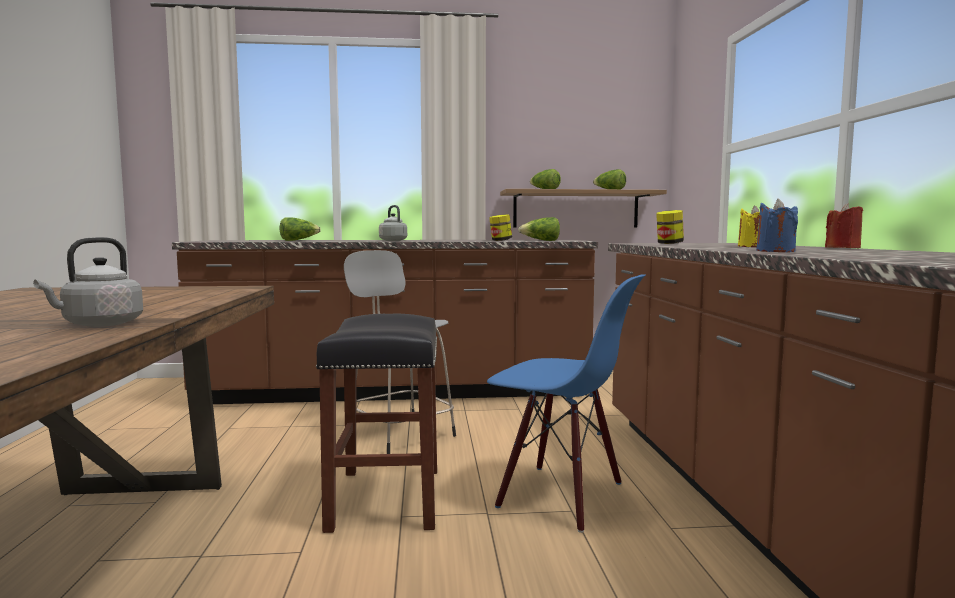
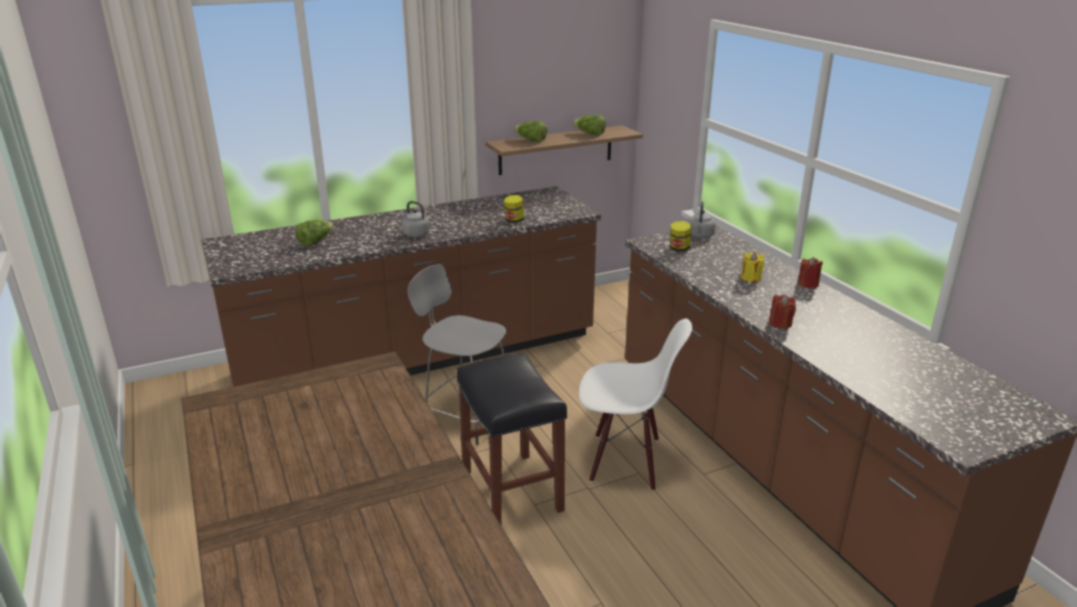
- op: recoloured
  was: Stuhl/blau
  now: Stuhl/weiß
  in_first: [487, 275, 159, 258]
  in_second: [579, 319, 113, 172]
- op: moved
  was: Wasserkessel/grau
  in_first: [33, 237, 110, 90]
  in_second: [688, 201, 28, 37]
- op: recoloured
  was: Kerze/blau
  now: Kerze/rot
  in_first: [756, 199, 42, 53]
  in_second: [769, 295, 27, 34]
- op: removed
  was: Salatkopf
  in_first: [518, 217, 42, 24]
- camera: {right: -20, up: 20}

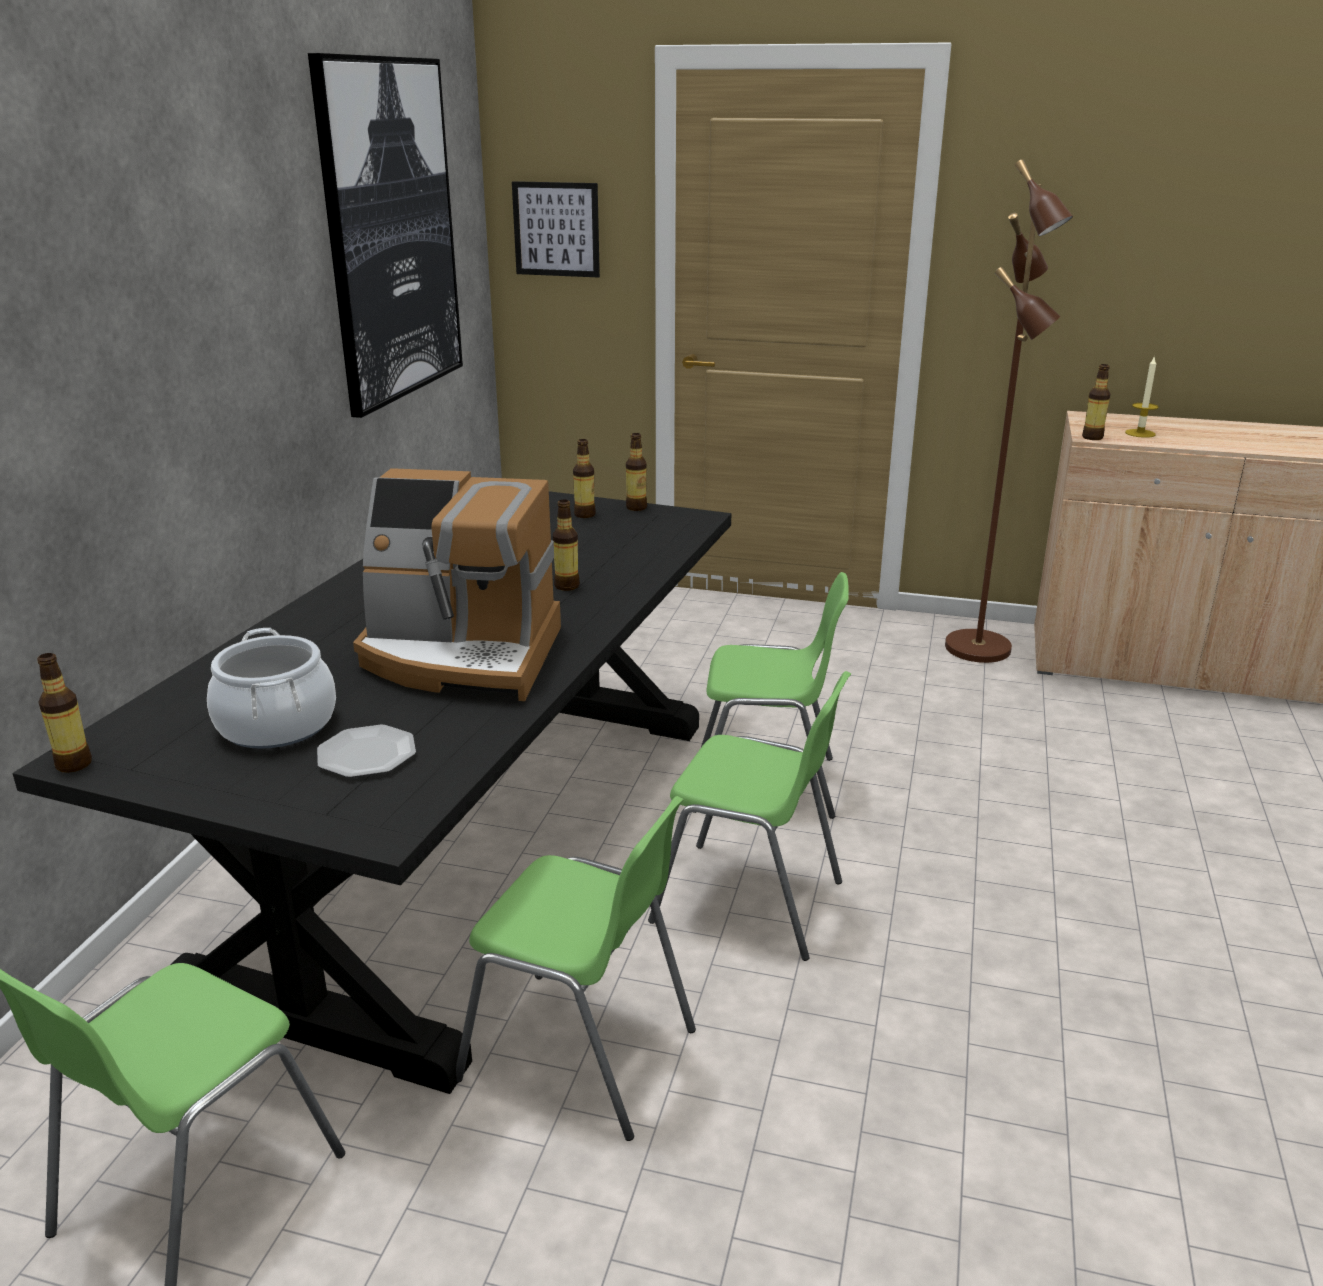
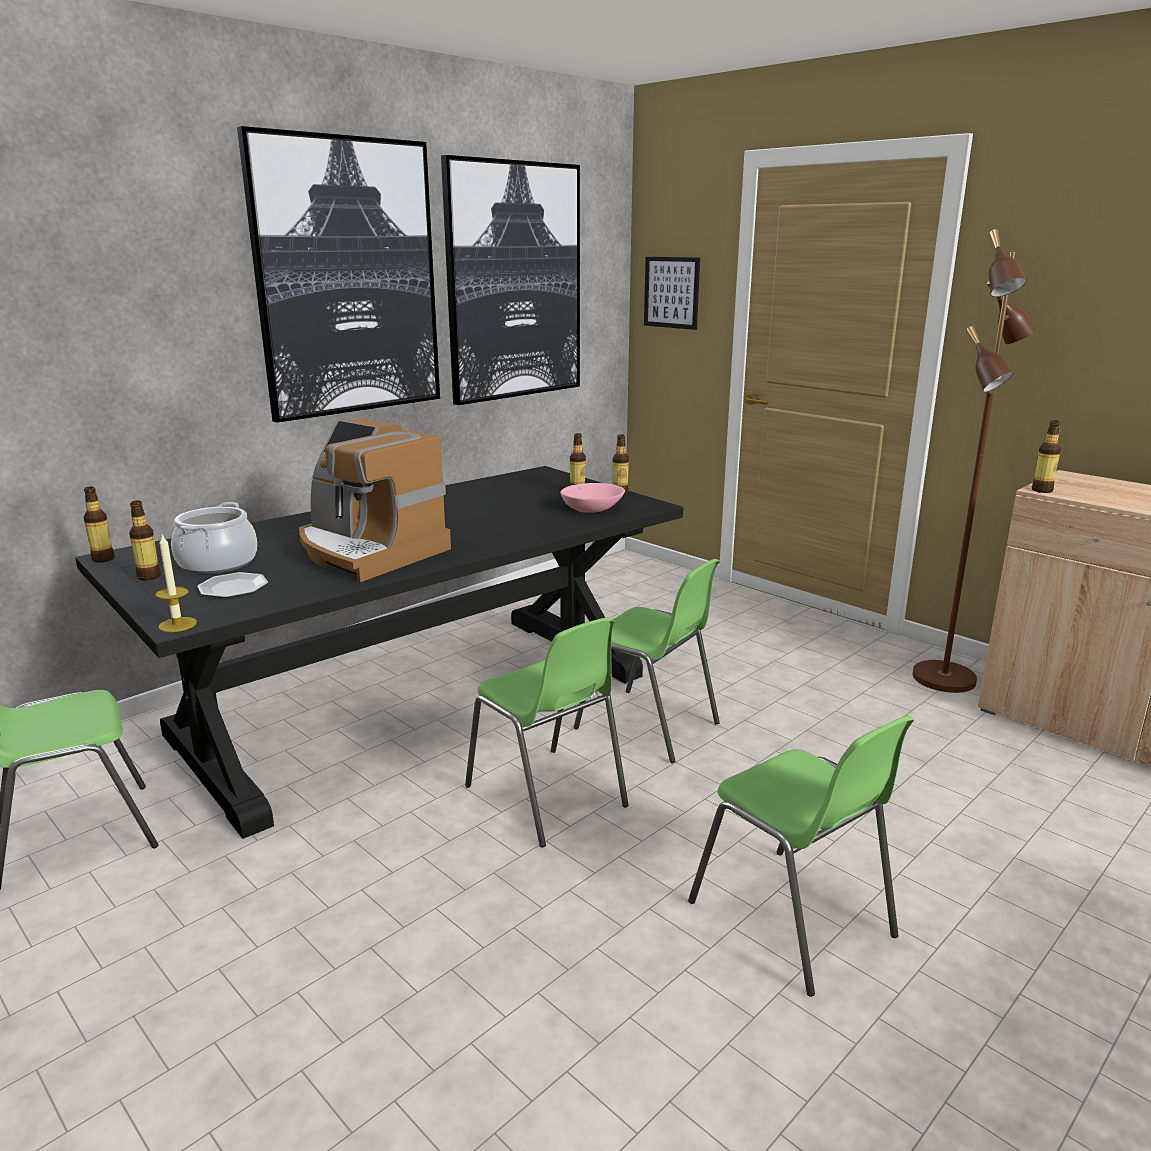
- op: moved
  was: Flasche
  in_first: [553, 499, 27, 92]
  in_second: [129, 501, 32, 79]
- op: moved
  was: Kerze
  in_first: [1125, 356, 33, 82]
  in_second: [156, 534, 41, 98]
- op: added
  now: Bild
  in_second: [237, 126, 203, 297]
- op: added
  now: Schüssel/rosa
  in_second: [560, 483, 65, 30]
- op: moved
  was: Stuhl/grün
  in_first: [456, 796, 240, 345]
  in_second: [688, 715, 226, 282]
- camera: {right: 30, up: -5}

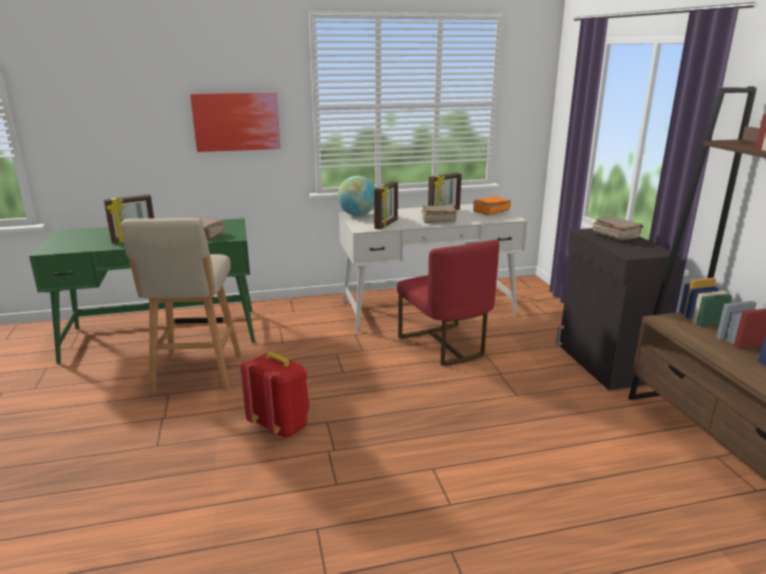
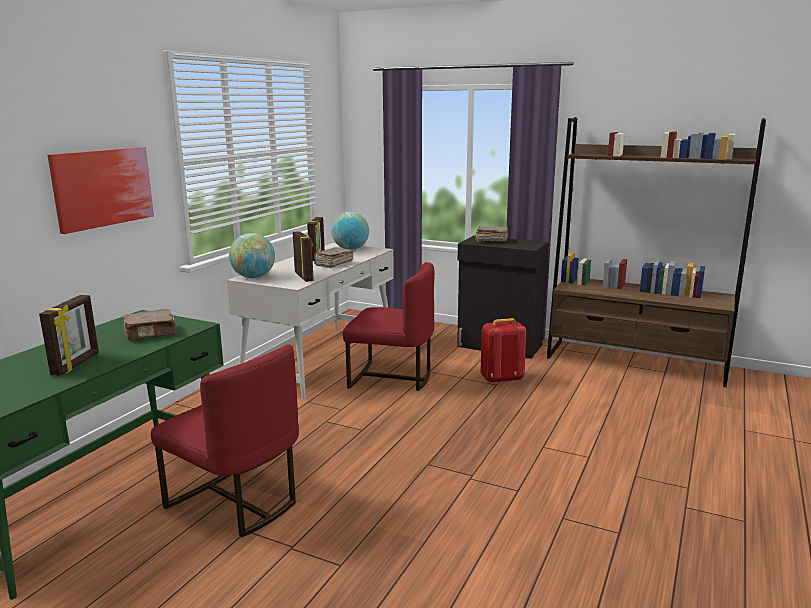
- op: replaced
  was: Hocker/beige
  now: Stuhl/rot
  in_first: [121, 218, 121, 174]
  in_second: [151, 344, 148, 193]
- op: replaced
  was: Buch/orange
  now: Globus
  in_first: [473, 196, 38, 20]
  in_second: [331, 212, 38, 38]
- op: moved
  was: Rucksack/rot
  in_first: [241, 352, 69, 86]
  in_second: [480, 318, 47, 66]
- camera: {right: -50, up: -5}

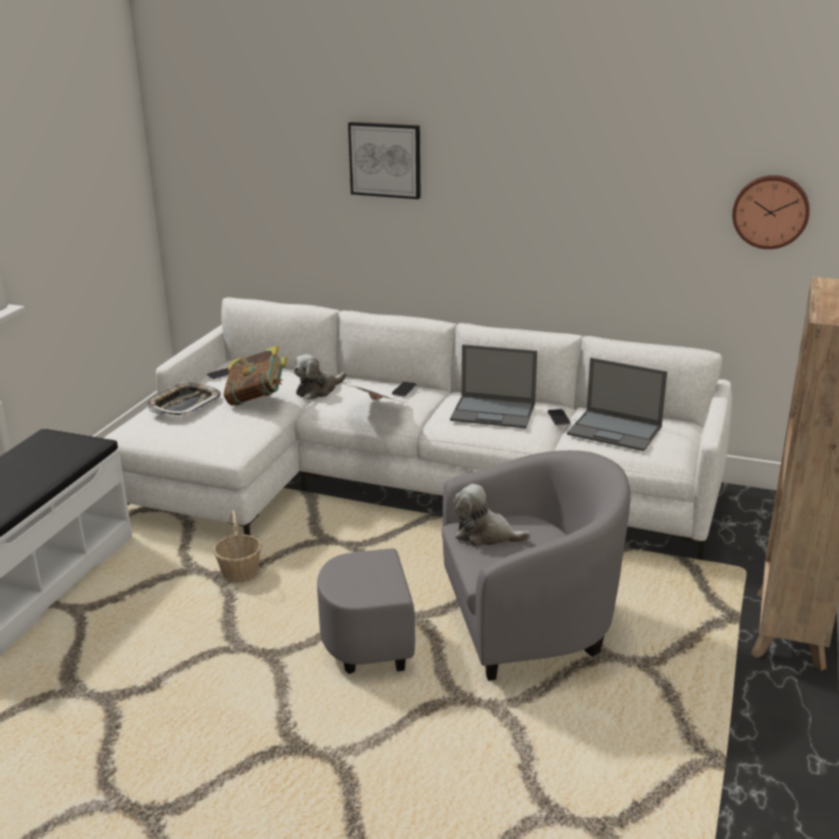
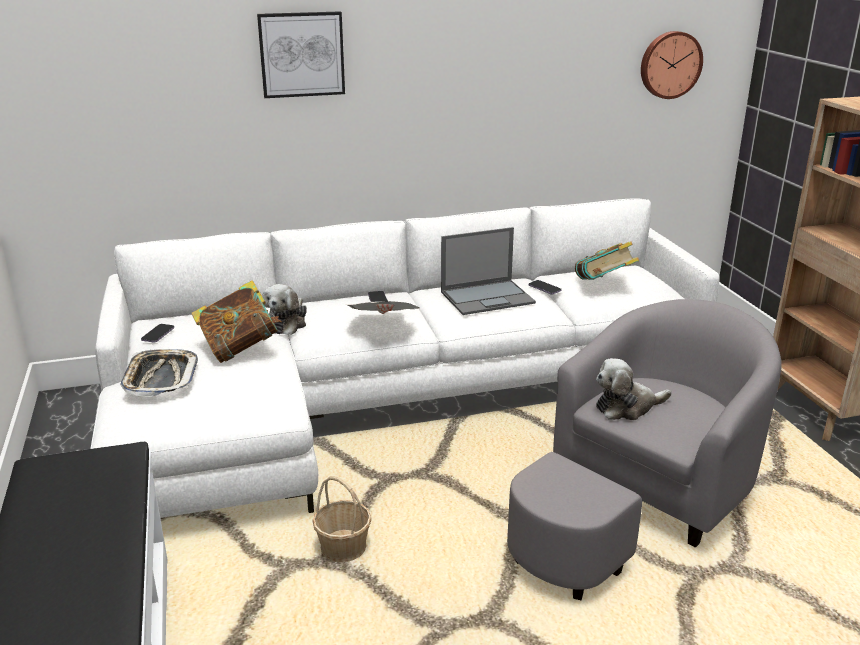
- op: replaced
  was: Laptop
  now: Buch
  in_first: [567, 358, 100, 93]
  in_second: [575, 242, 64, 38]
- camera: {right: -35, up: 0}

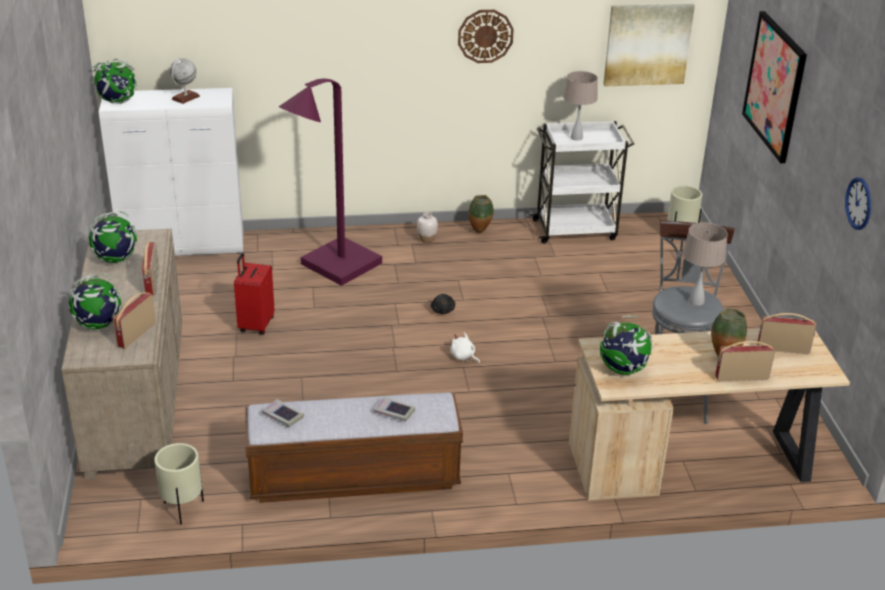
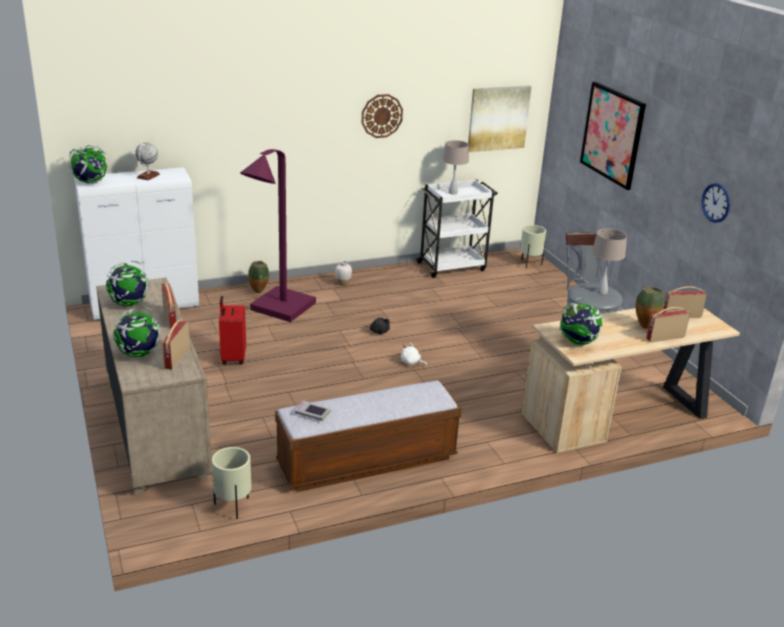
- op: moved
  was: Vase
  in_first: [469, 195, 25, 38]
  in_second: [248, 261, 21, 32]
- op: removed
  was: Buch
  in_first: [374, 396, 41, 26]
- camera: {right: -15, up: -5}

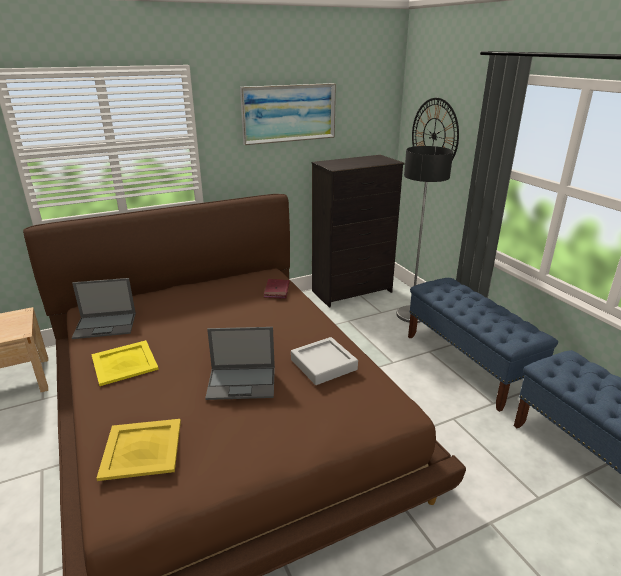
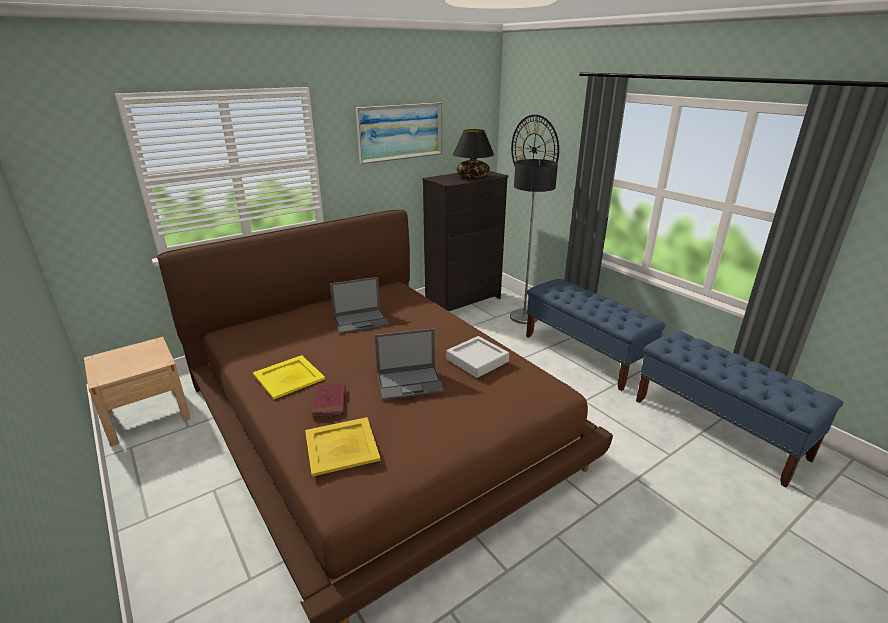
- op: moved
  was: Buch/rot
  in_first: [264, 279, 26, 20]
  in_second: [311, 384, 35, 33]
- op: moved
  was: Laptop
  in_first: [72, 278, 64, 61]
  in_second: [330, 277, 59, 57]
- op: added
  now: Tischlampe/schwarz
  in_second: [453, 129, 41, 50]
- camera: {right: -10, up: 0}

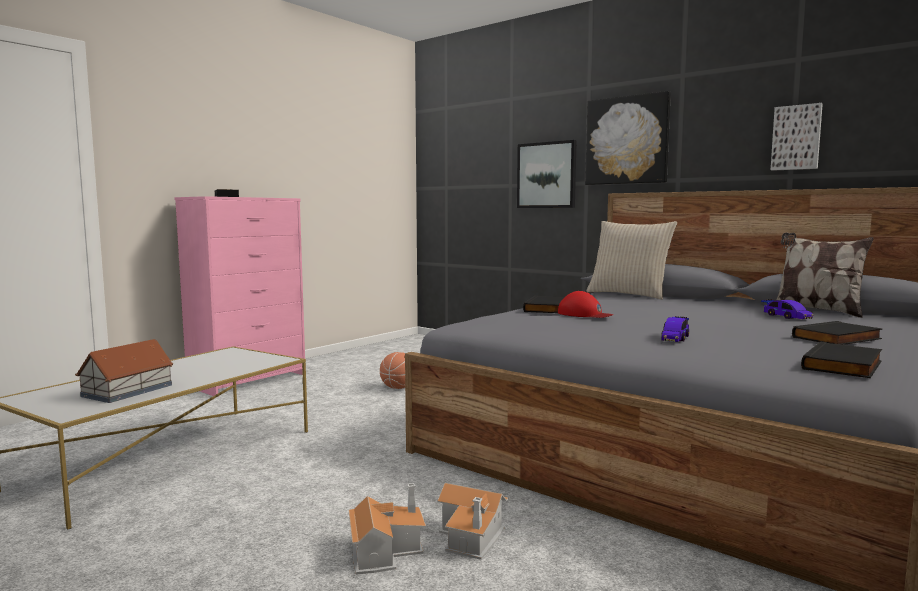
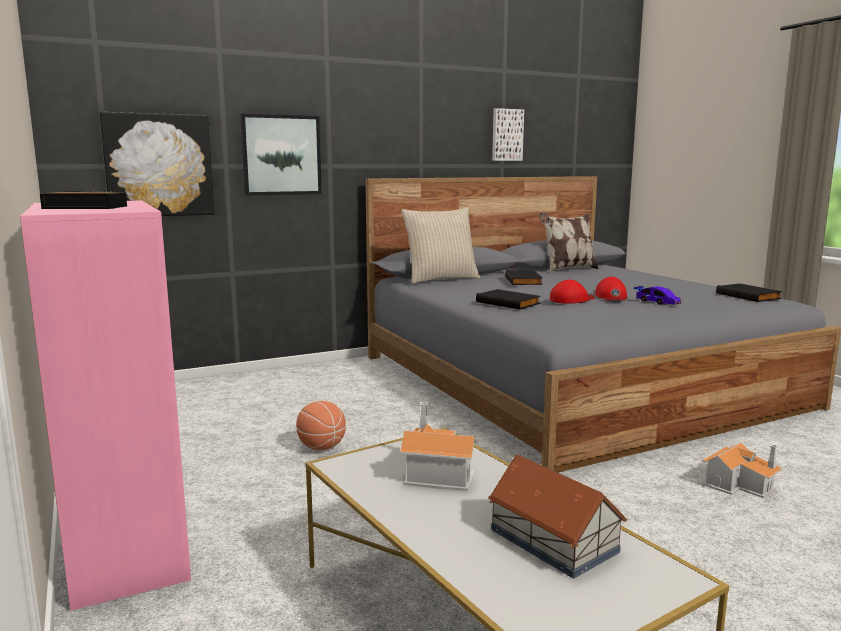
- op: moved
  was: Bild
  in_first: [585, 91, 86, 94]
  in_second: [99, 112, 115, 104]
- op: moved
  was: Spielzeughaus
  in_first: [349, 483, 77, 91]
  in_second: [399, 402, 78, 89]
- op: moved
  was: Buch/schwarz
  in_first: [792, 321, 90, 24]
  in_second: [505, 270, 38, 15]
- op: added
  now: Kappe/rot
  in_second: [595, 277, 32, 24]
- op: removed
  was: Spielzeugauto
  in_first: [761, 299, 53, 20]
- camera: {right: -65, up: 5}

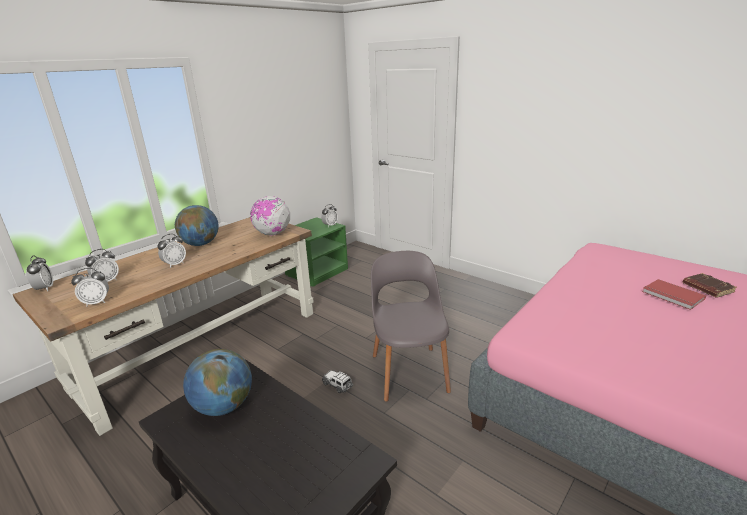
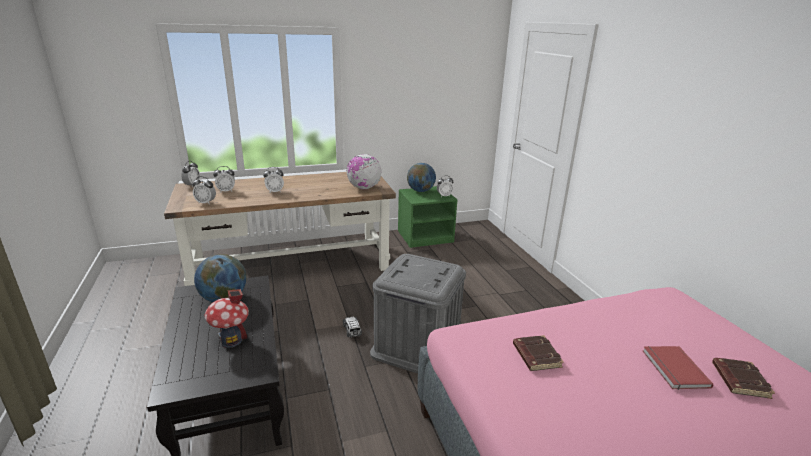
- op: added
  now: Spielzeughaus
  in_second: [205, 289, 44, 59]
- op: replaced
  was: Stuhl/grau
  now: Aufbewahrungsbox/grau
  in_first: [371, 251, 80, 151]
  in_second: [370, 254, 96, 120]
- op: moved
  was: Globus
  in_first: [175, 205, 44, 41]
  in_second: [407, 163, 29, 29]
- op: added
  now: Buch/braun
  in_second: [513, 335, 51, 36]
- camera: {right: 30, up: 0}

